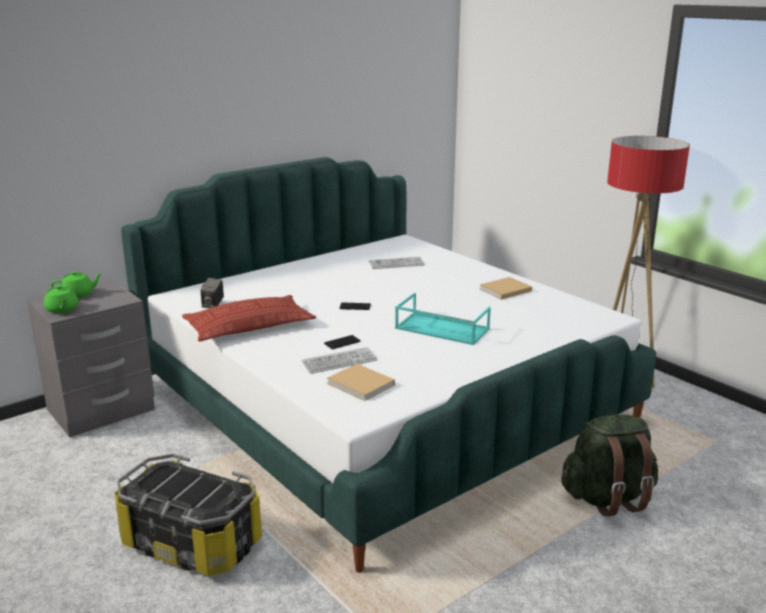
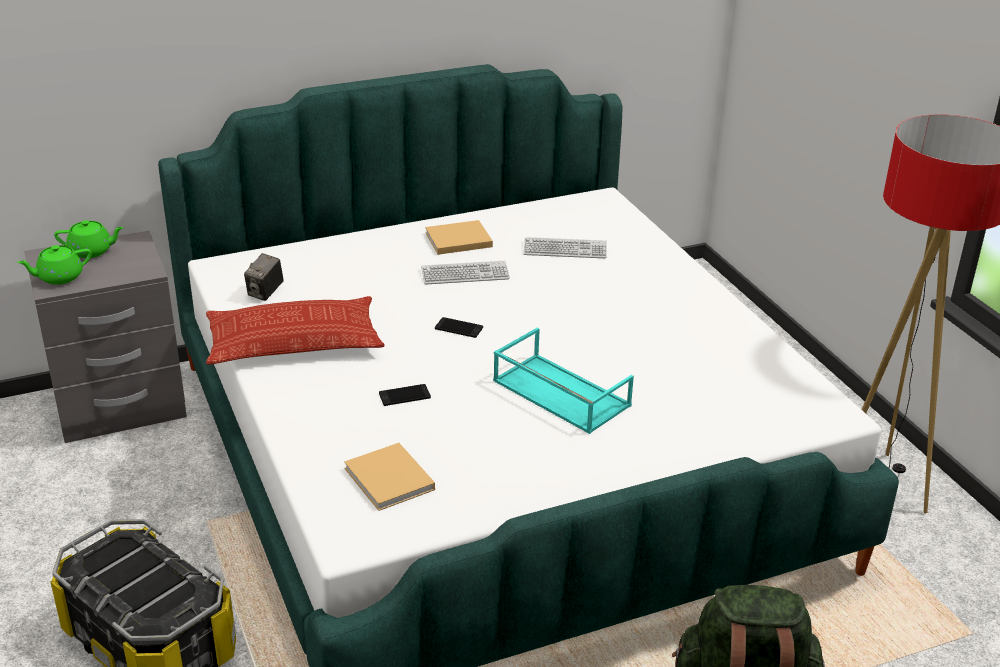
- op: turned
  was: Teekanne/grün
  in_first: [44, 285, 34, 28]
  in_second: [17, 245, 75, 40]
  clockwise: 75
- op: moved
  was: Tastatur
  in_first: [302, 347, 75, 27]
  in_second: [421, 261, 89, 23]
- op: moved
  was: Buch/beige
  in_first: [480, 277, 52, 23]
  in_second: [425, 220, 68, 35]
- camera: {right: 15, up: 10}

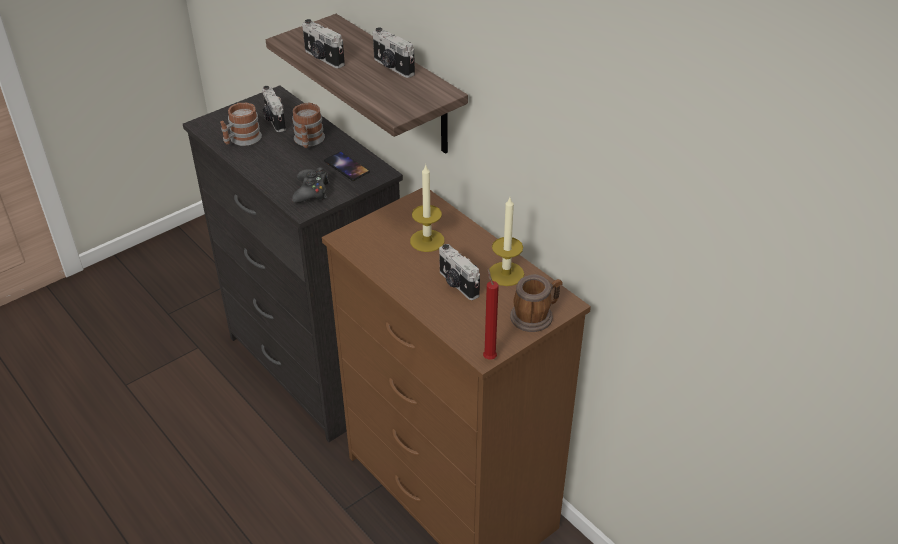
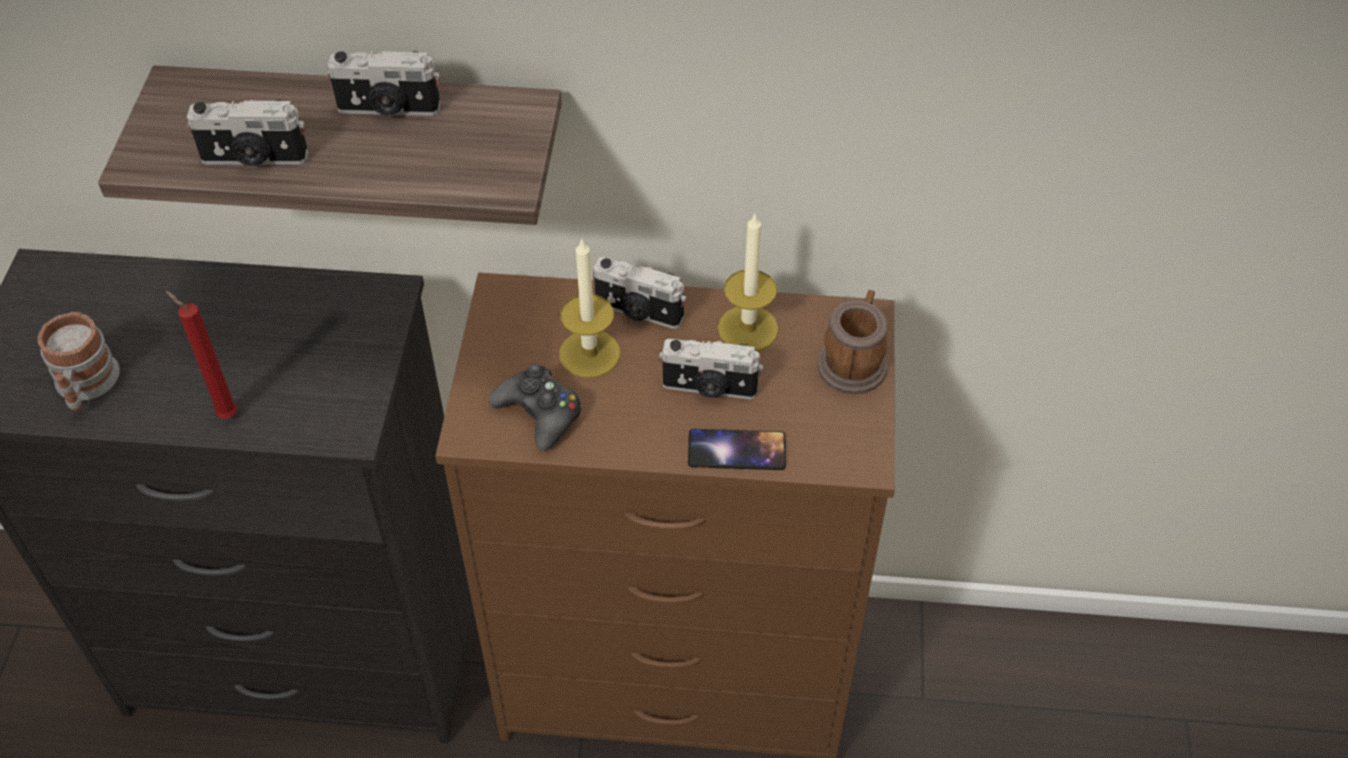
- op: moved
  was: Kerze/rot
  in_first: [483, 269, 16, 91]
  in_second: [166, 291, 72, 128]
- op: moved
  was: Gamepad/schwarz
  in_first: [292, 167, 38, 36]
  in_second: [489, 364, 92, 87]
- op: moved
  was: Kamera
  in_first: [262, 86, 24, 46]
  in_second: [592, 257, 94, 72]
- op: moved
  was: Handy
  in_first: [324, 152, 46, 29]
  in_second: [688, 429, 98, 41]
- op: removed
  was: Henkelbecher
  in_first: [292, 103, 33, 45]
- camera: {right: -45, up: 10}

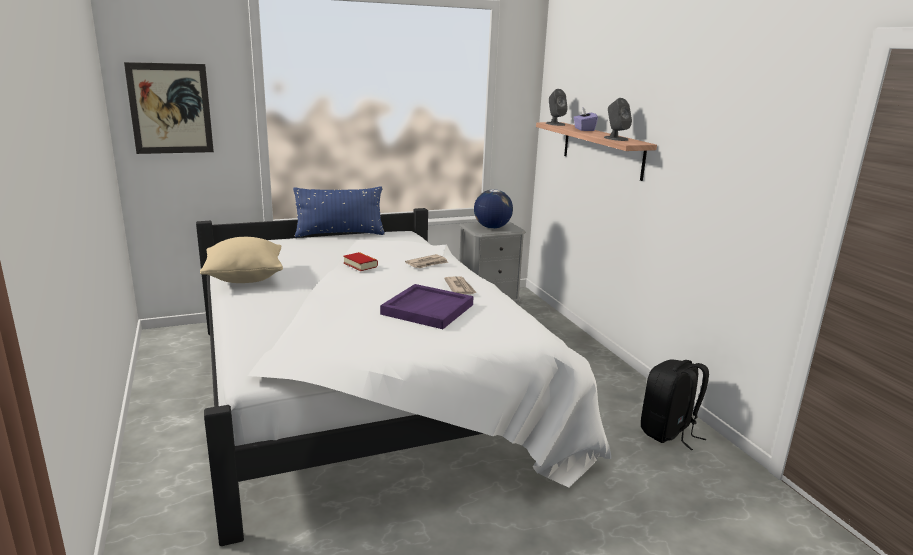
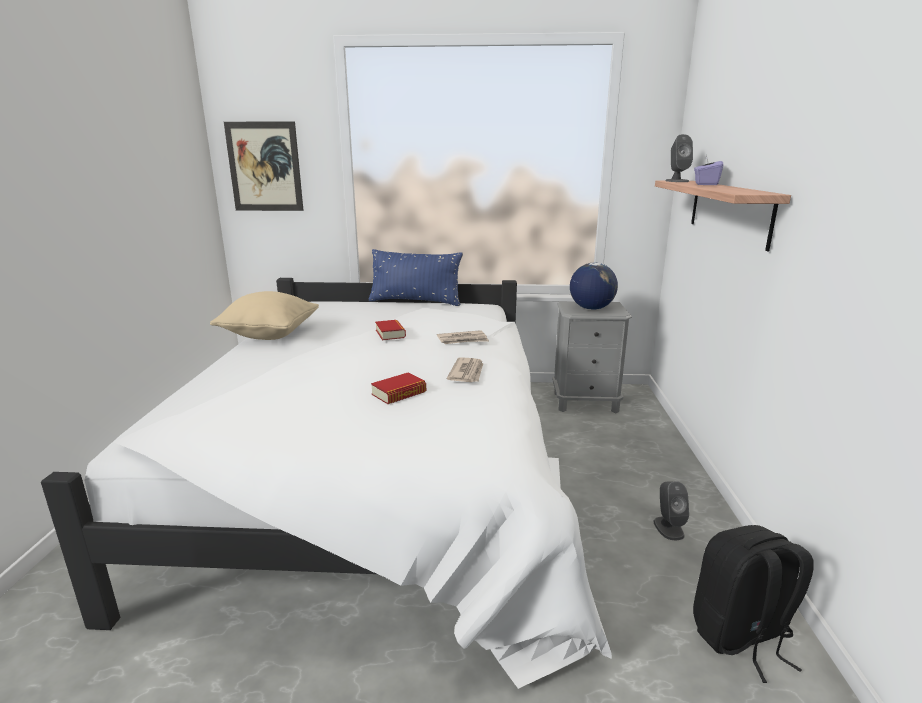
- op: replaced
  was: Tablett/lila
  now: Buch
  in_first: [380, 284, 94, 45]
  in_second: [371, 373, 55, 31]
- op: moved
  was: Lautsprecher/grau
  in_first: [604, 98, 28, 43]
  in_second: [654, 481, 35, 59]
- camera: {right: 25, up: 0}

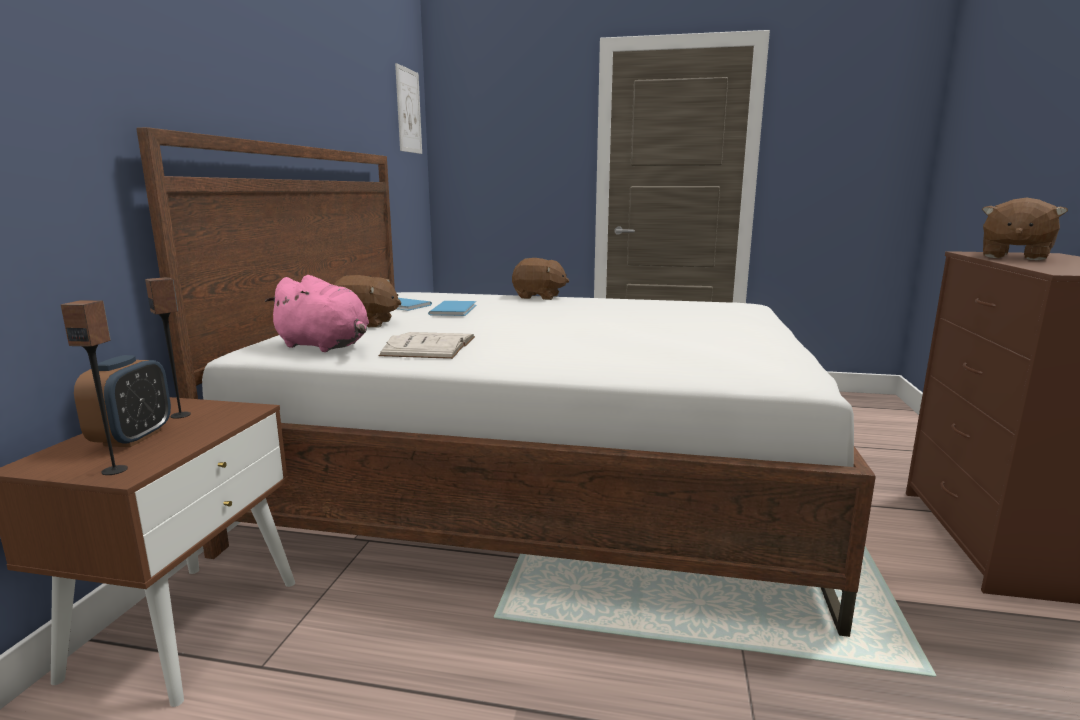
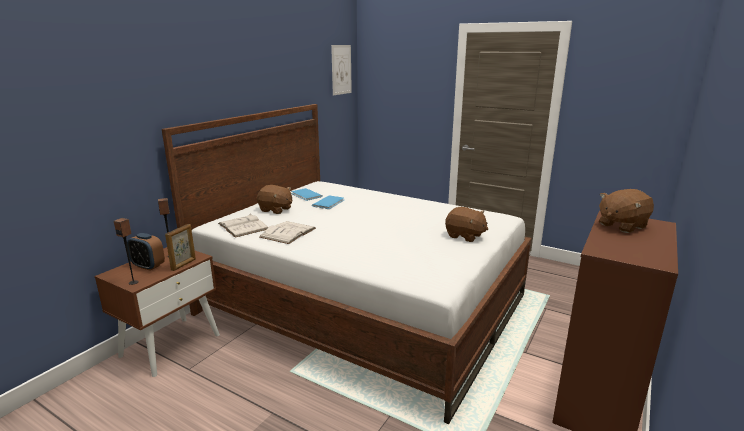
- op: turned
  was: Wecker
  in_first: [74, 355, 97, 92]
  in_second: [127, 233, 38, 38]
  clockwise: 90
- op: added
  now: Bilderrahmen
  in_second: [165, 224, 31, 47]
- op: replaced
  was: Plüschtier/rosa
  now: Buch/weiß
  in_first: [265, 275, 104, 77]
  in_second: [218, 214, 50, 24]
- op: moved
  was: Plüschtier/braun
  in_first: [512, 258, 57, 42]
  in_second: [445, 207, 43, 35]
- camera: {right: 20, up: 5}

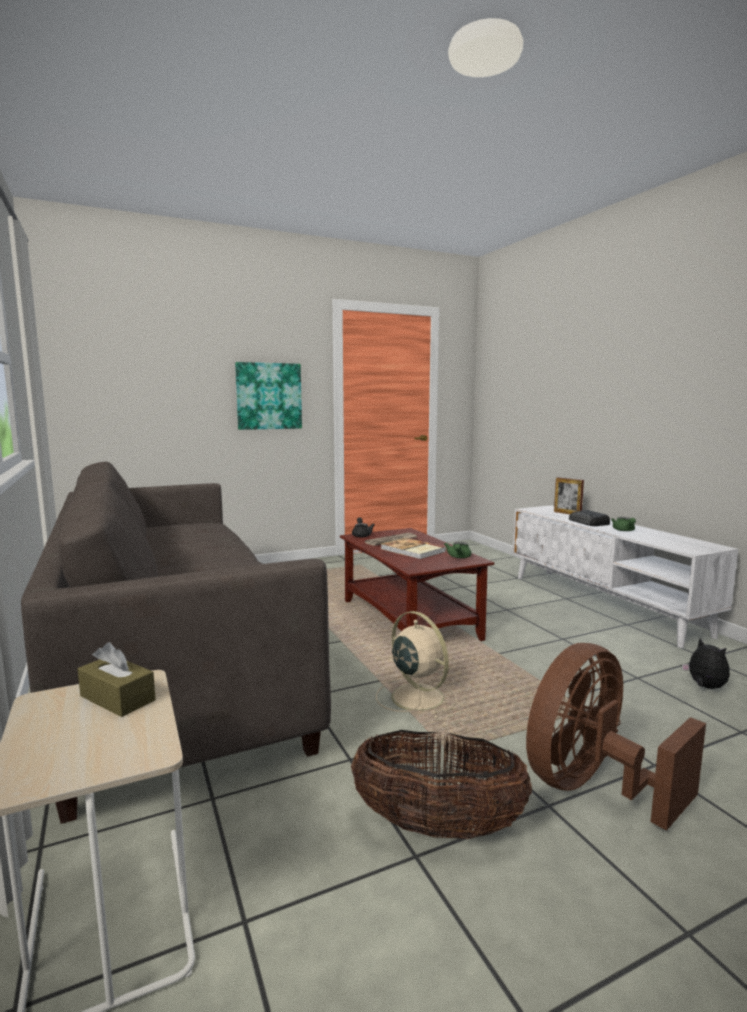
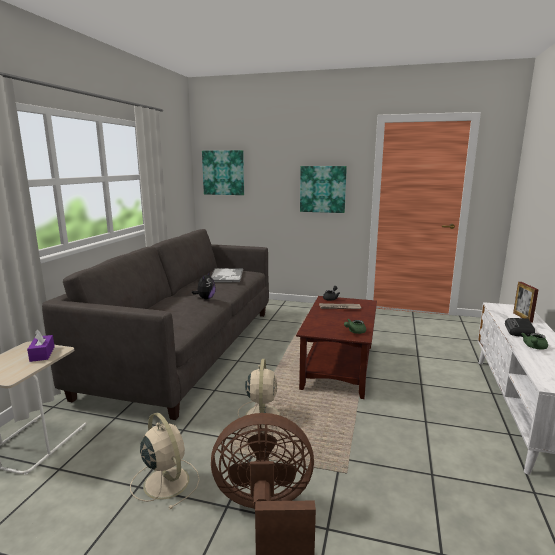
- op: recoloured
  was: Taschentuchbox/braun
  now: Taschentuchbox/lila
  in_first: [78, 642, 78, 75]
  in_second: [27, 330, 28, 32]
- op: replaced
  was: Korb
  now: Ventilator/beige
  in_first: [351, 730, 181, 109]
  in_second: [130, 413, 70, 96]
- op: moved
  was: Plüschtier
  in_first: [682, 638, 48, 51]
  in_second: [191, 272, 25, 27]
- op: added
  now: Bild
  in_second: [202, 150, 42, 45]
- op: added
  now: Tablett
  in_second: [211, 268, 32, 14]
- op: removed
  was: Buch
  in_first: [381, 538, 65, 21]
- camera: {right: 40, up: 5}

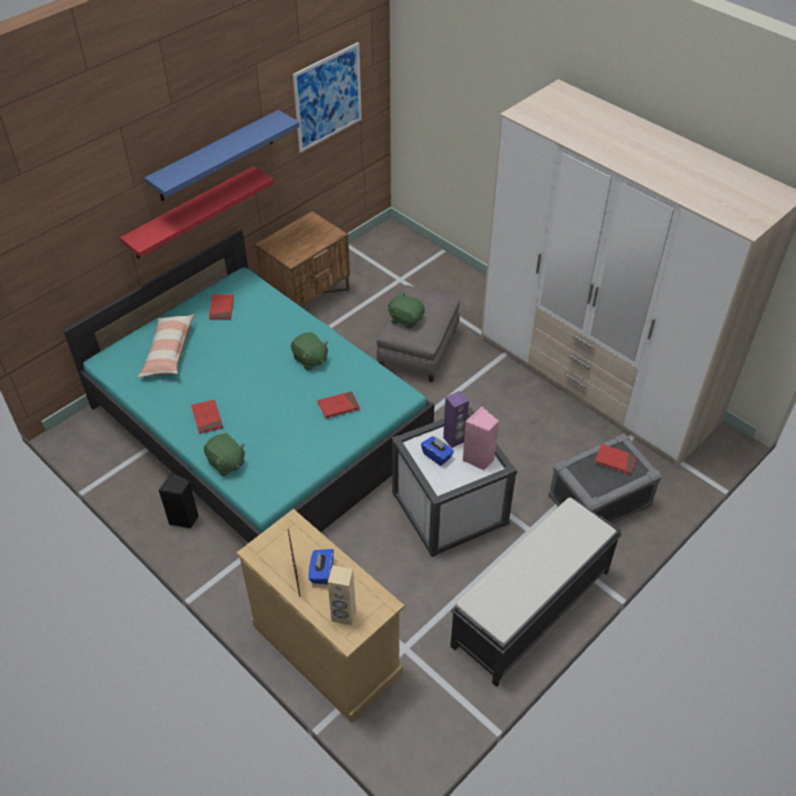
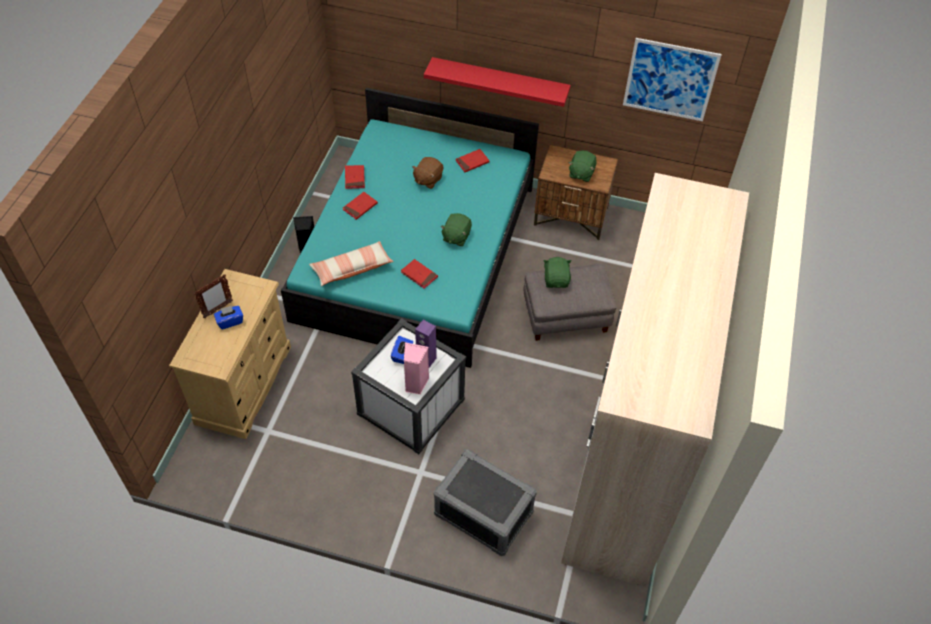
- op: moved
  was: Kissen
  in_first: [138, 314, 57, 64]
  in_second: [309, 241, 85, 45]
- op: moved
  was: Buch/rot
  in_first: [594, 444, 43, 31]
  in_second: [345, 165, 20, 24]
- op: added
  now: Plüschtier/braun
  in_second: [412, 157, 31, 32]
- op: moved
  was: Plüschtier/grün
  in_first: [204, 433, 41, 43]
  in_second: [569, 150, 28, 32]
- op: removed
  was: Wandregal/blau
  in_first: [144, 110, 156, 91]
- op: removed
  was: Lautsprecher/beige
  in_first: [328, 565, 28, 60]
- op: removed
  was: Bank/schwarz
  in_first: [450, 497, 172, 190]
- camera: {right: 60, up: 5}

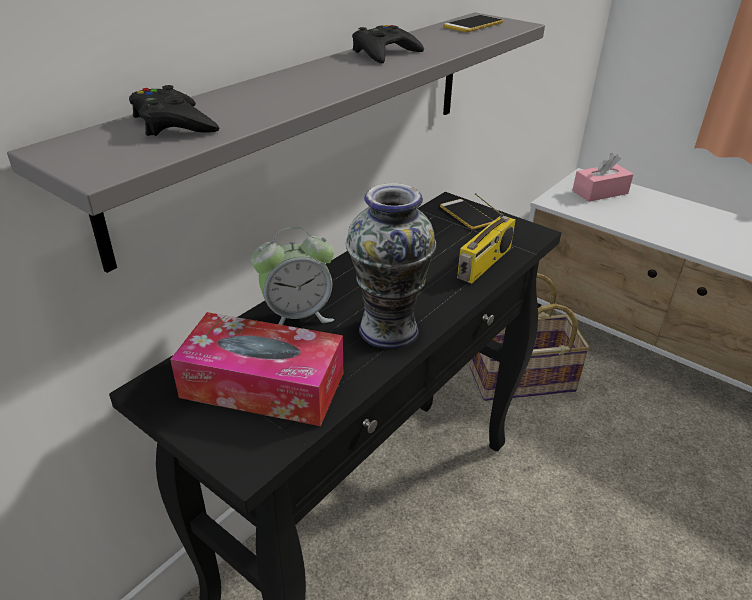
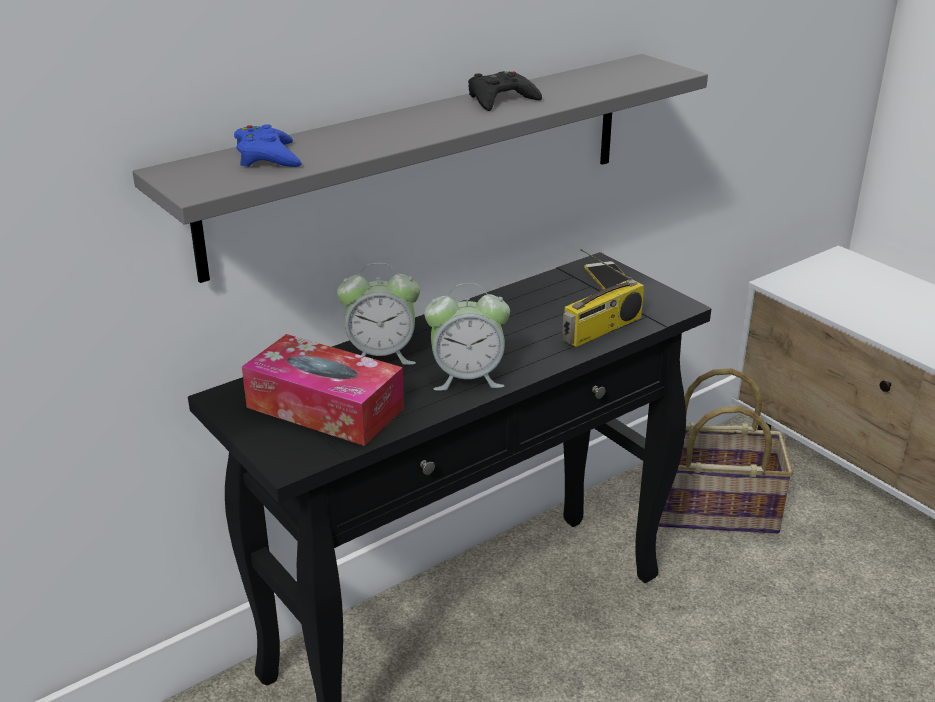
- op: recoloured
  was: Gamepad/schwarz
  now: Gamepad/blau
  in_first: [129, 85, 90, 51]
  in_second: [234, 124, 68, 43]
- op: replaced
  was: Vase
  now: Wecker
  in_first: [346, 183, 90, 166]
  in_second: [424, 283, 86, 108]
- op: removed
  was: Handy
  in_first: [443, 15, 60, 17]
- op: removed
  was: Taschentuchbox/rosa
  in_first: [572, 153, 62, 49]
- camera: {right: 15, up: -5}

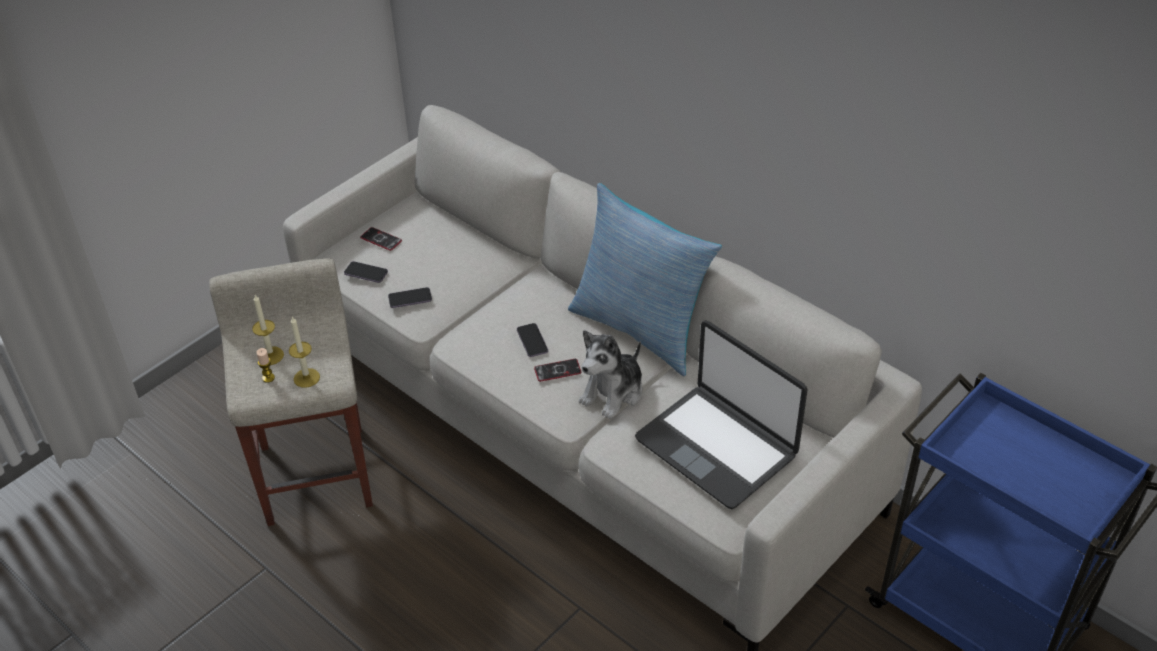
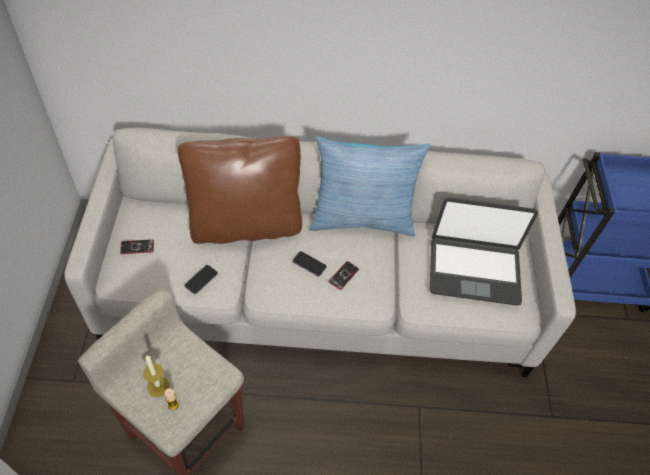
- op: added
  now: Kissen/braun
  in_second: [178, 136, 124, 108]
- op: removed
  was: Kerze
  in_first: [289, 316, 31, 72]
- op: removed
  was: Handy
  in_first: [344, 261, 44, 22]
- op: removed
  was: Plüschtier
  in_first: [579, 330, 63, 89]
- camera: {right: -45, up: 10}

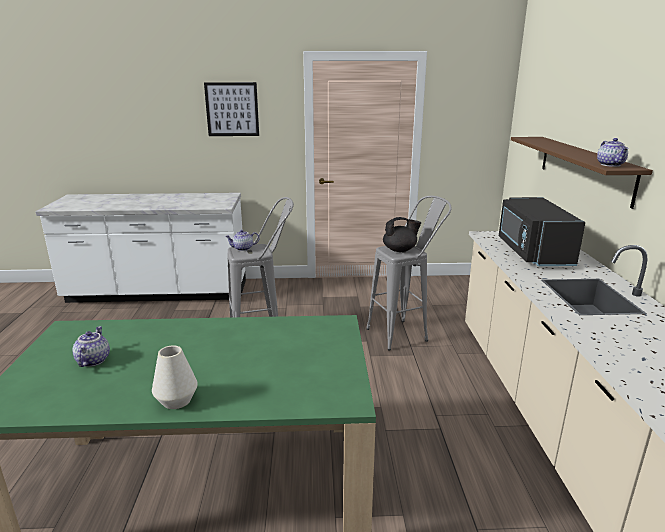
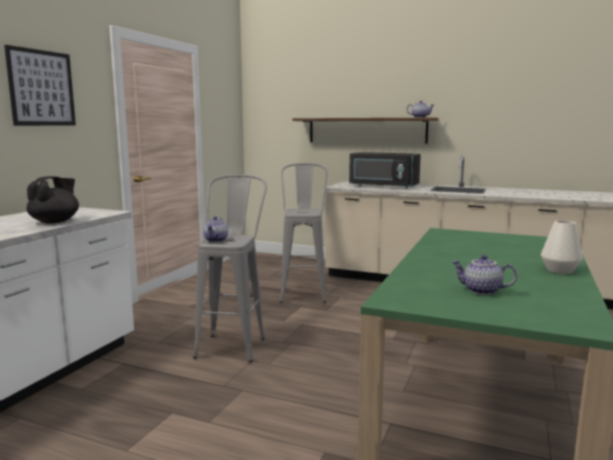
- op: moved
  was: Teekanne/schwarz
  in_first: [383, 217, 38, 35]
  in_second: [27, 176, 52, 47]
- camera: {right: -65, up: -10}

